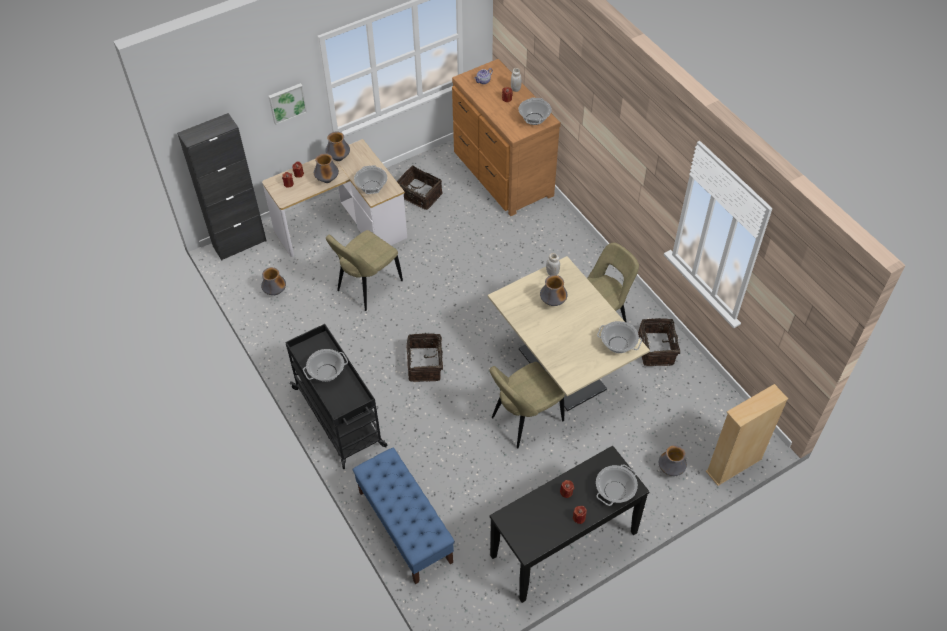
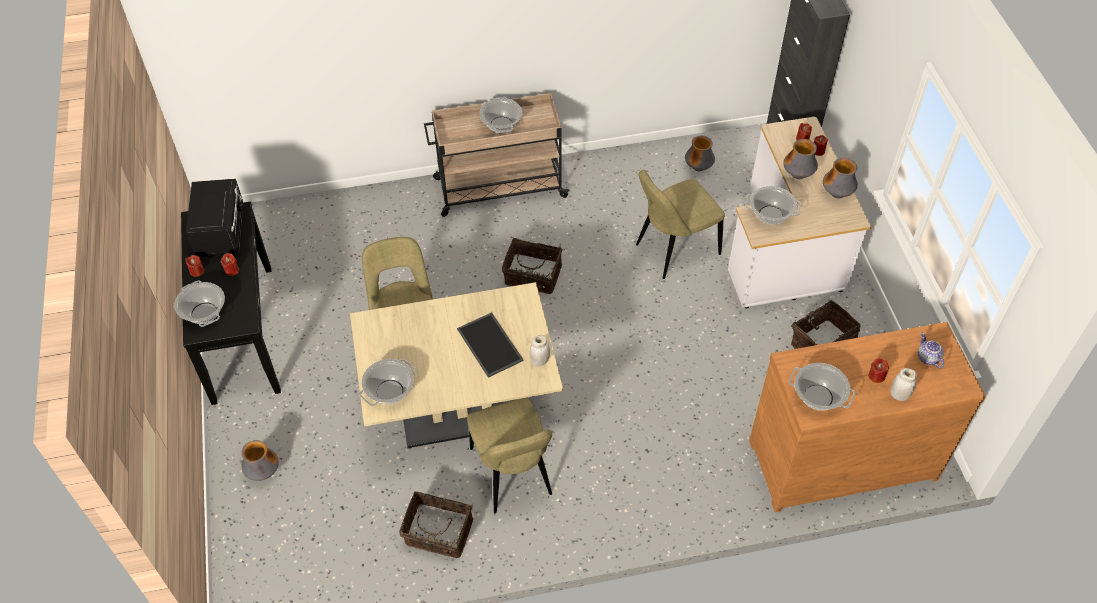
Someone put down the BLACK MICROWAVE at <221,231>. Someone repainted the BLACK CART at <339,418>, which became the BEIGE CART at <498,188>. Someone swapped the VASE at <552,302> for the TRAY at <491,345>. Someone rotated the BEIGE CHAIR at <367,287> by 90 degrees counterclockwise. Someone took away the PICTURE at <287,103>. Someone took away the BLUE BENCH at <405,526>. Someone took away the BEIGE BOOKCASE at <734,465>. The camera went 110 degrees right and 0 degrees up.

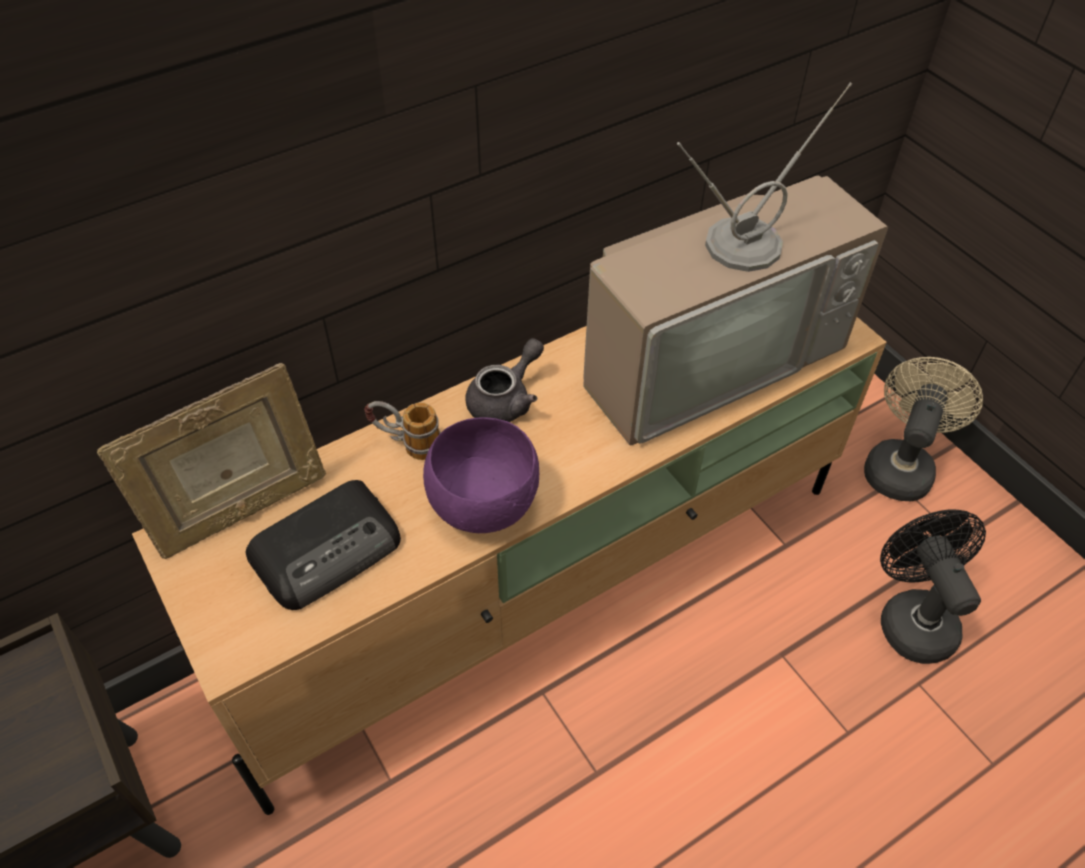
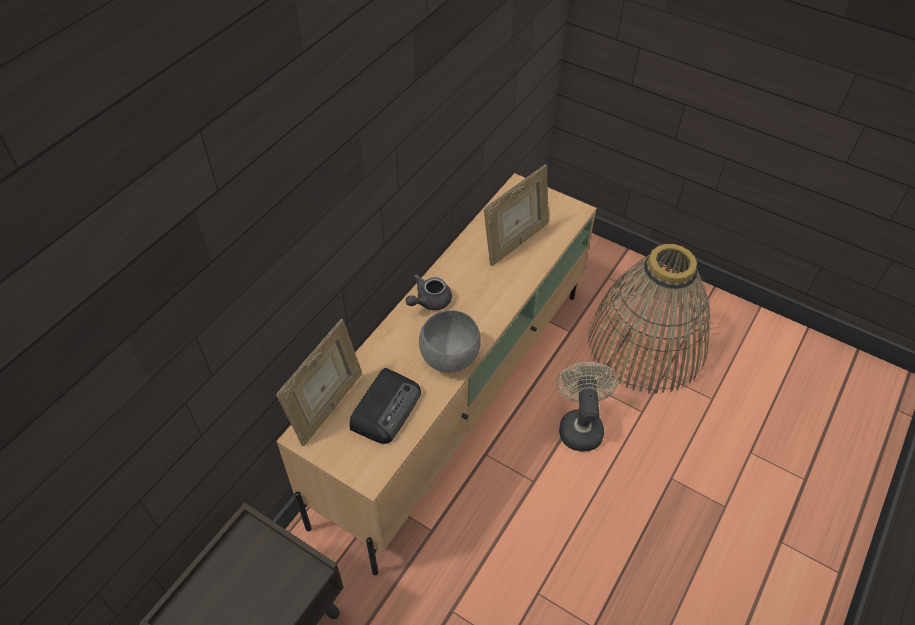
Someone rotated the GREY TEAPOT at <506,399> by 150 degrees counterclockwise. Someone repainted the PURPLE BOWL at <485,503>, which became the GREY BOWL at <450,356>. Someone swapped the TELEVISION at <707,354> for the PICTURE FRAME at <515,243>. Someone carried the BEIGE FAN from <900,465> to <580,425>. Someone swapped the BLACK FAN at <911,617> for the BASKET at <646,344>. Someone took away the MUG at <406,444>. The camera went 25 degrees left and 0 degrees up.

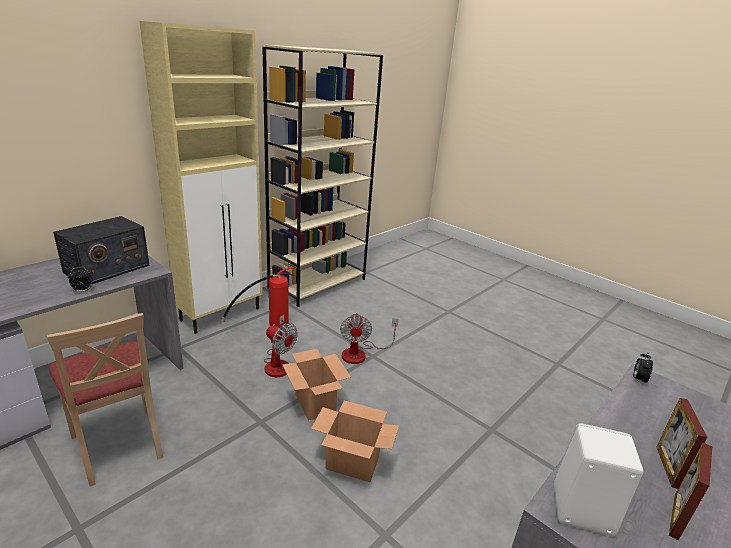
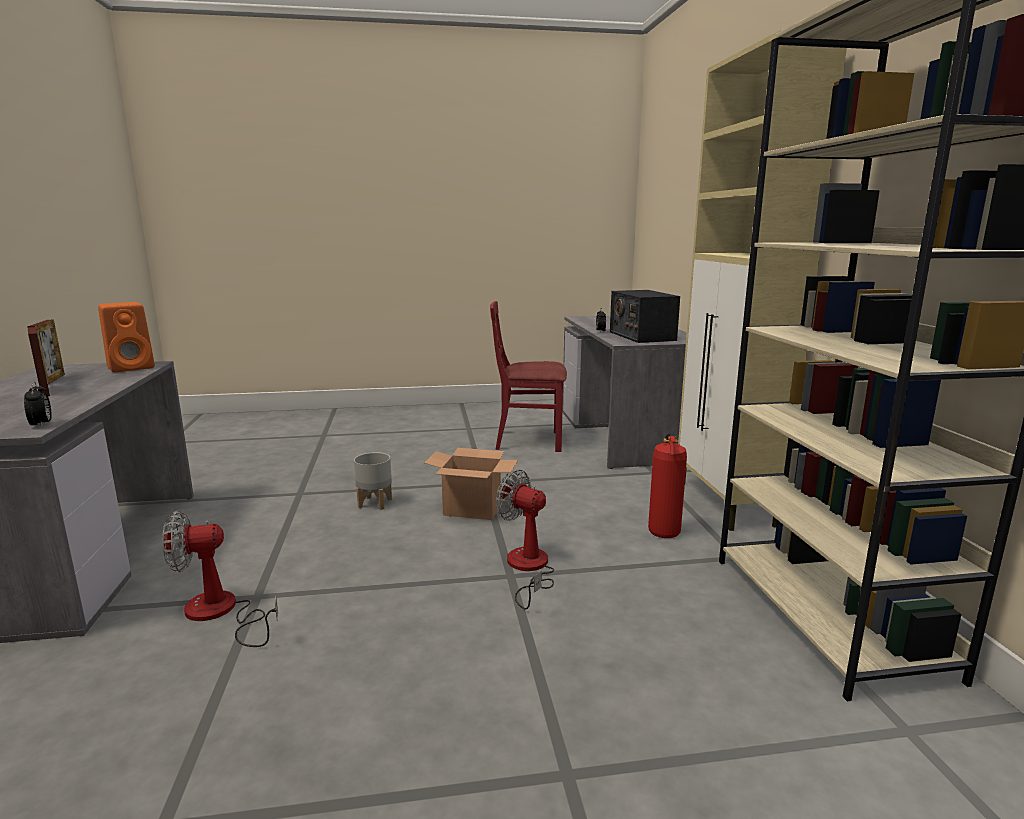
Someone repainted the WHITE SPEAKER at <579,509>, which became the ORANGE SPEAKER at <133,367>. Someone carried the FAN from <278,363> to <221,613>. Someone swapped the CARDBOARD BOX at <351,463> for the GREY PLANTER at <375,503>. Someone repainted the BEIGE CHAIR at <118,444>, which became the RED CHAIR at <529,441>. The camera went 130 degrees right and 10 degrees down.

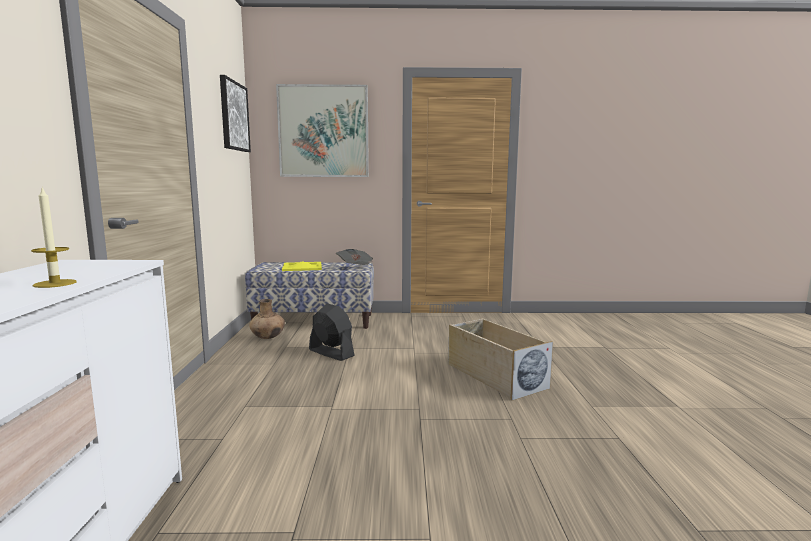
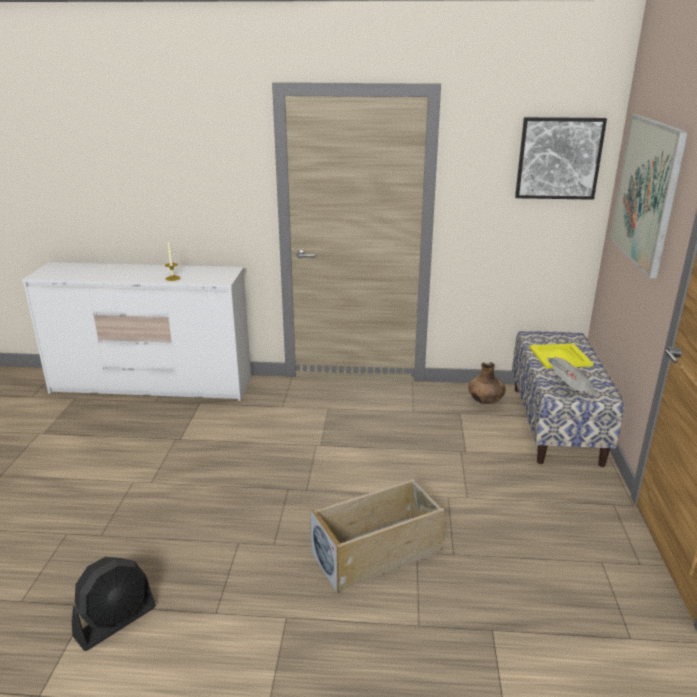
Someone carried the BLACK FAN from <331,353> to <116,621>. The camera went 95 degrees right and 15 degrees up.

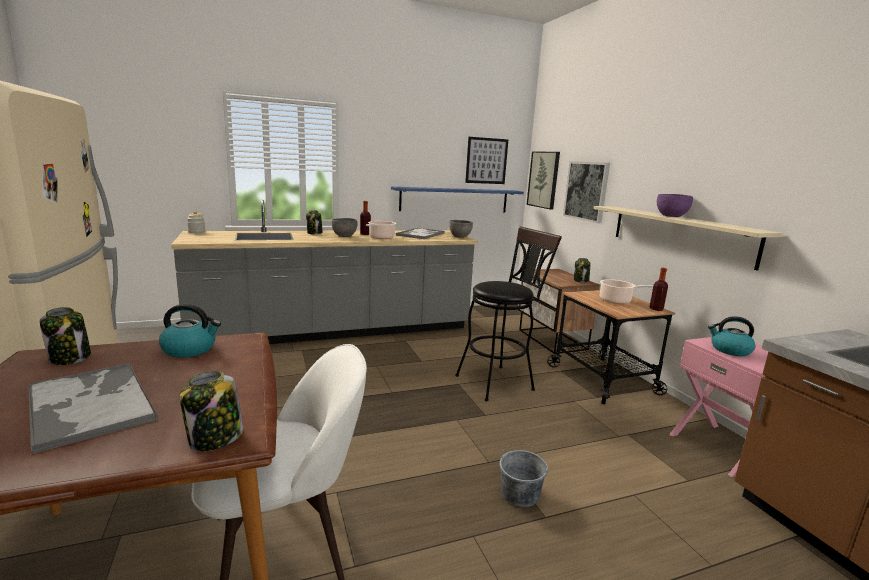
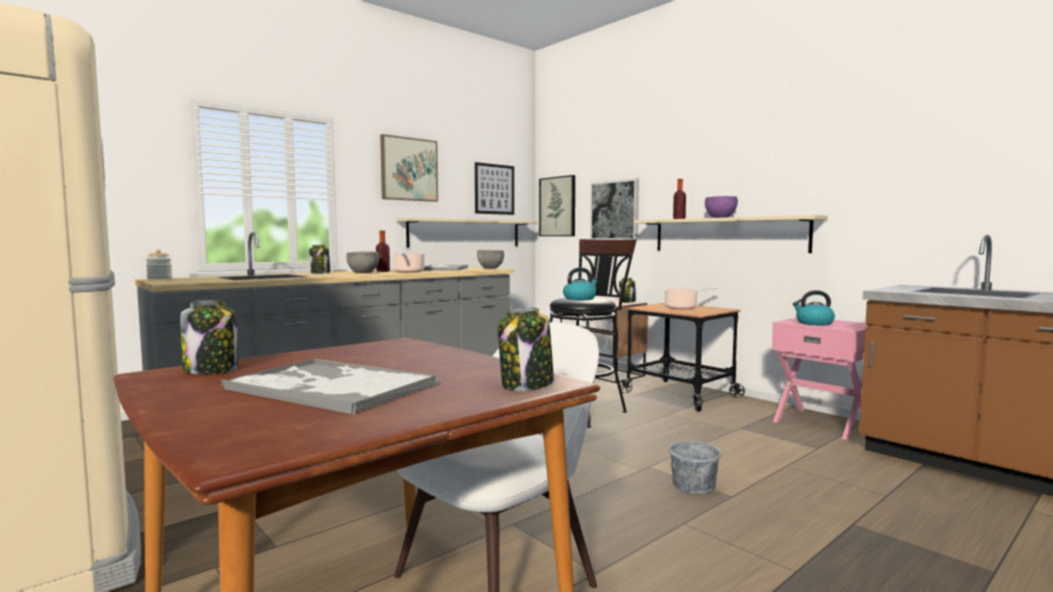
Someone put up the PICTURE at <409,169>. Someone repainted the BLUE SHELF at <454,200>, which became the BEIGE SHELF at <465,233>. Someone carried the KETTLE from <190,349> to <580,299>. Someone carried the BOTTLE from <656,309> to <679,219>. The camera went 20 degrees left and 10 degrees down.

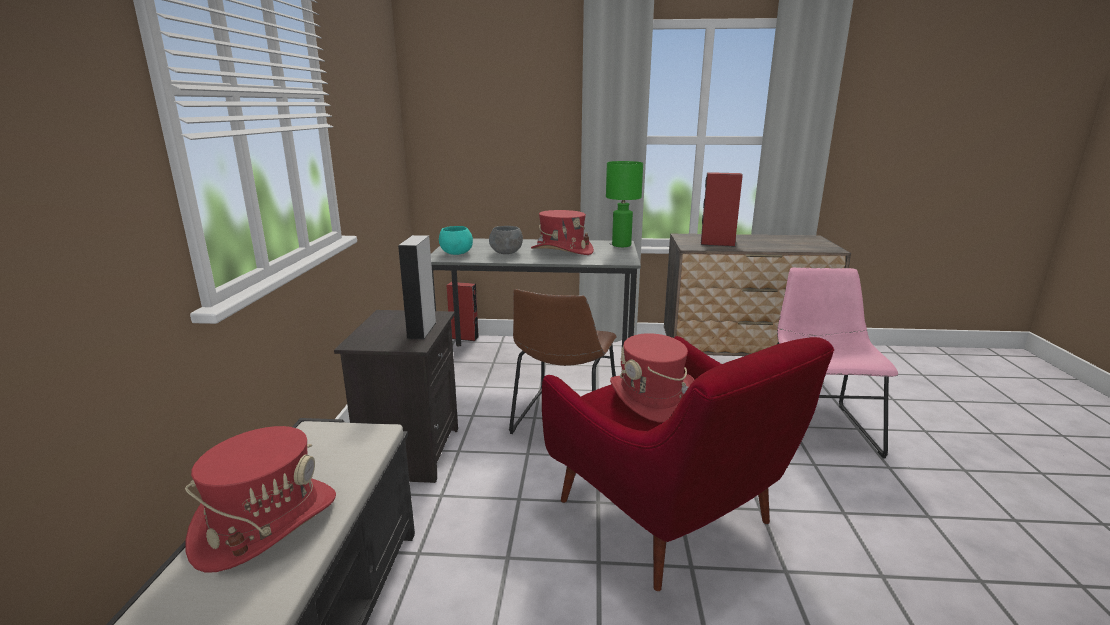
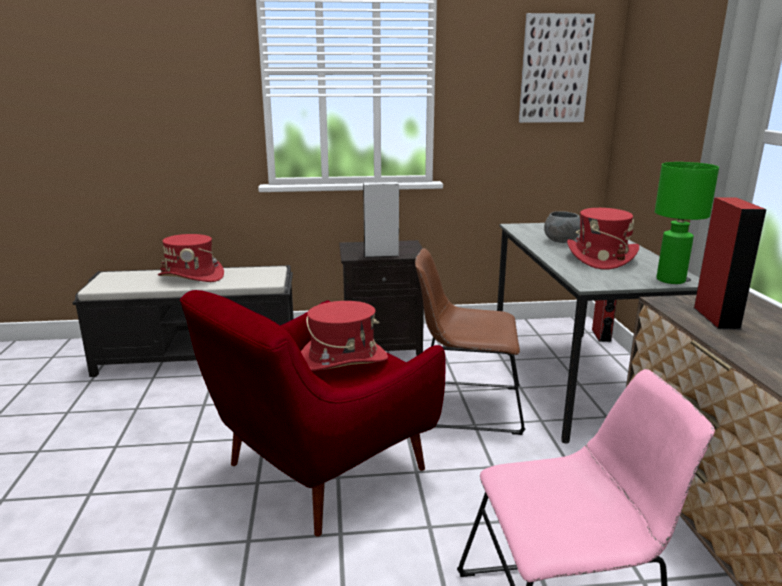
Someone put up the PICTURE at <555,69>. Someone took away the TURQUOISE BOWL at <456,253>. The camera went 80 degrees right and 0 degrees up.

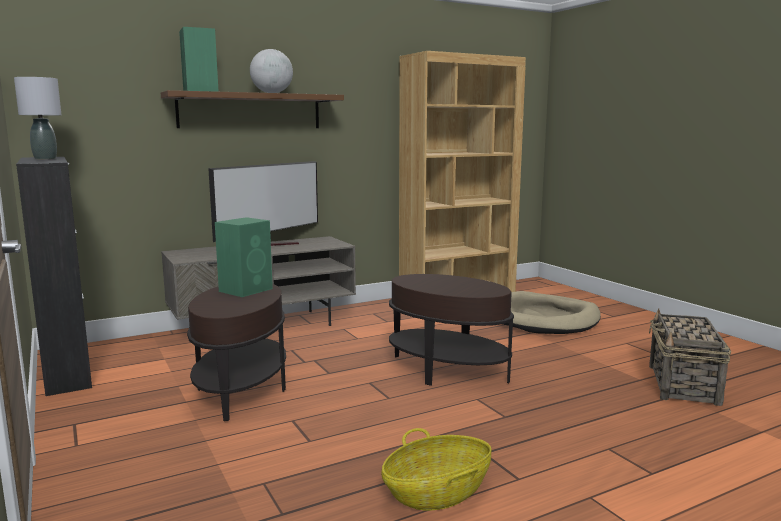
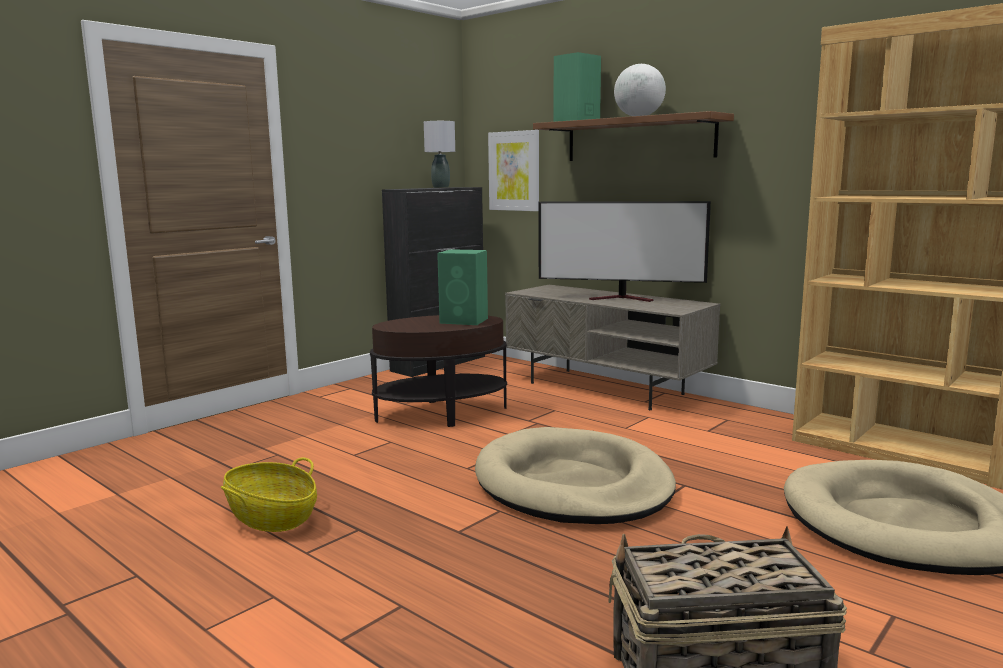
Someone swapped the BROWN SIDE TABLE at <447,371> for the BEIGE DOG BED at <573,484>. Someone put up the PICTURE at <514,171>. The camera went 70 degrees right and 0 degrees up.

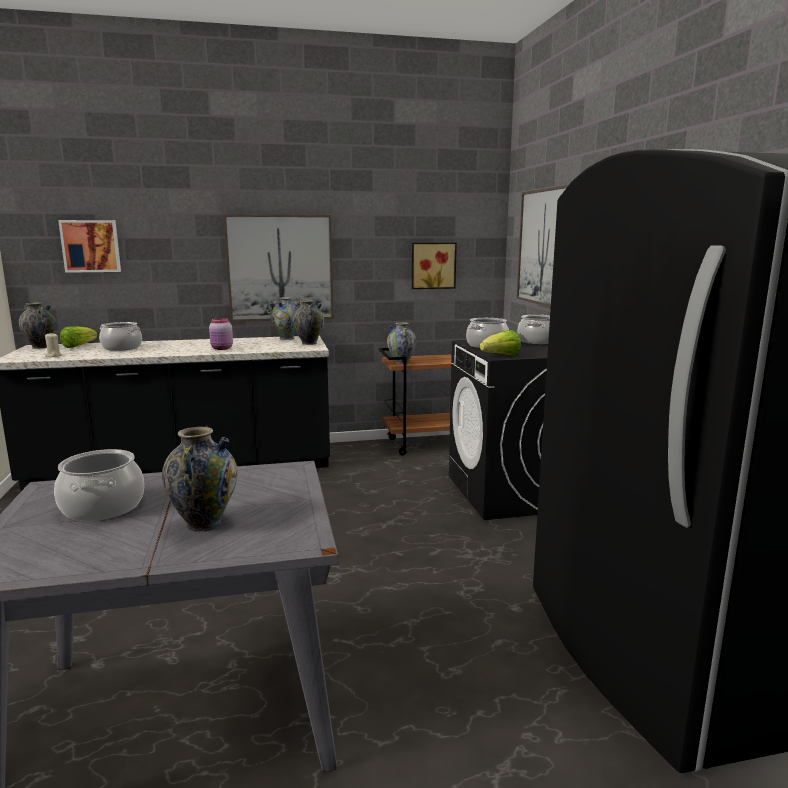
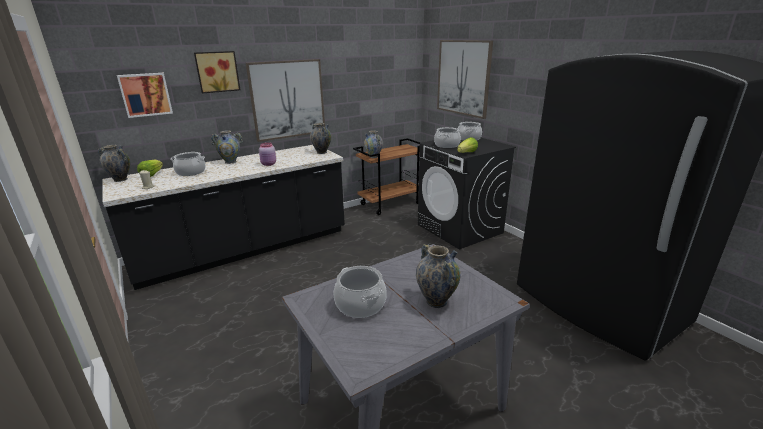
Someone carried the PICTURE from <433,265> to <217,71>. Someone carried the VASE from <286,338> to <230,162>. The camera went 20 degrees left and 10 degrees up.

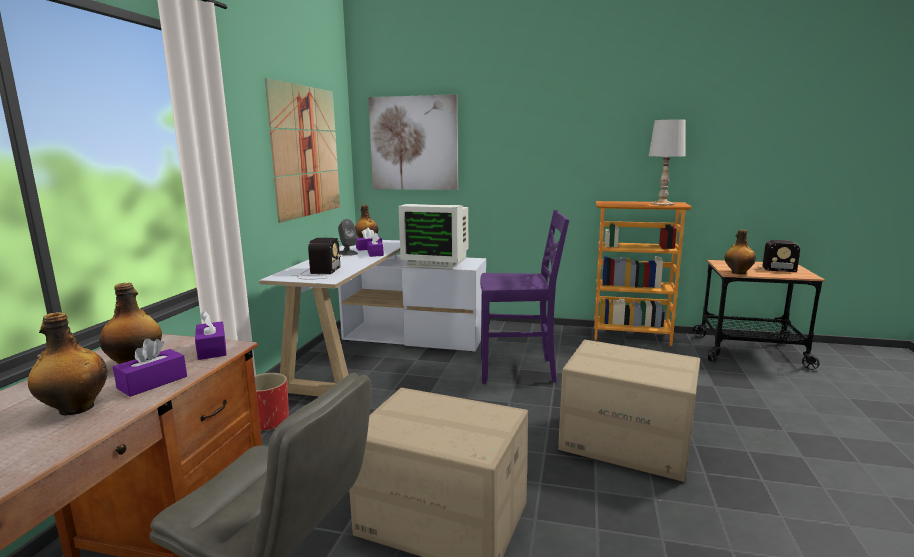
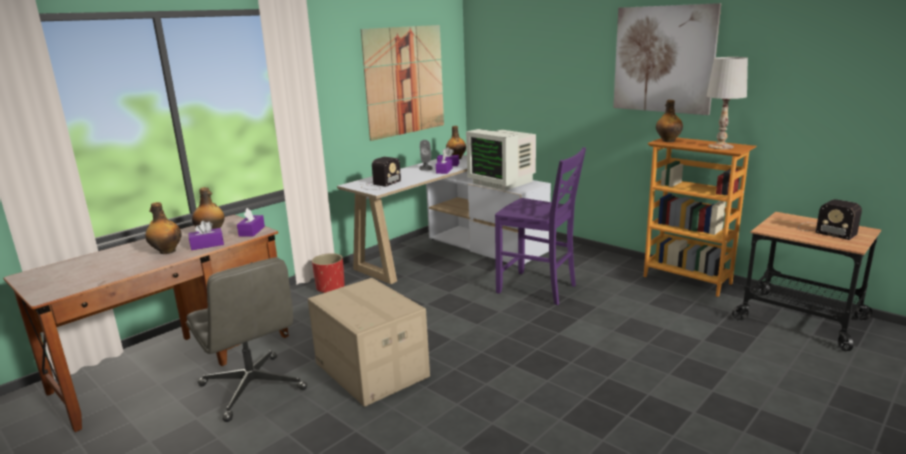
Someone carried the PICTURE from <413,143> to <663,59>. Someone carried the BOTTLE from <738,272> to <668,141>. Someone took away the CARDBOARD BOX at <626,442>. The camera went 30 degrees right and 5 degrees up.

